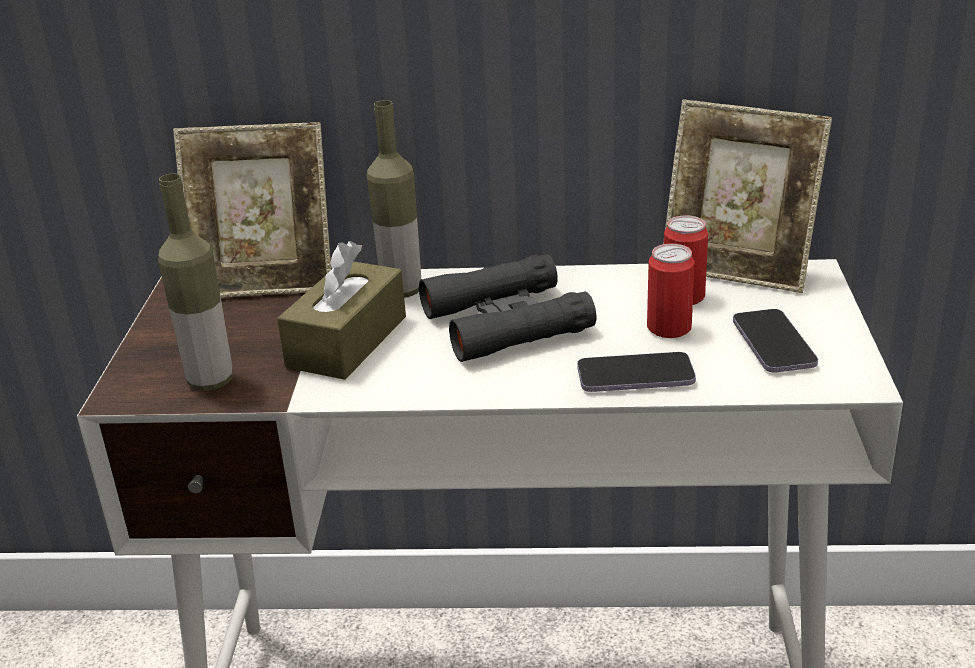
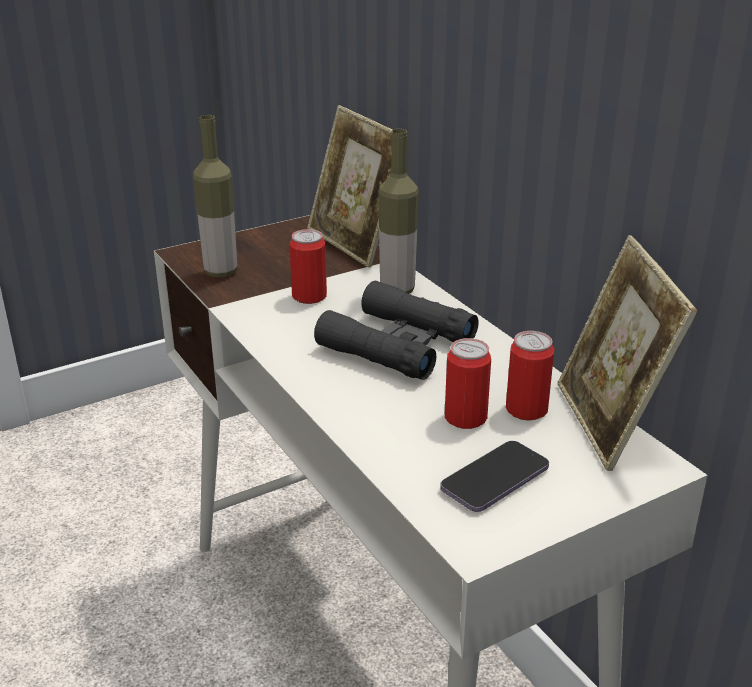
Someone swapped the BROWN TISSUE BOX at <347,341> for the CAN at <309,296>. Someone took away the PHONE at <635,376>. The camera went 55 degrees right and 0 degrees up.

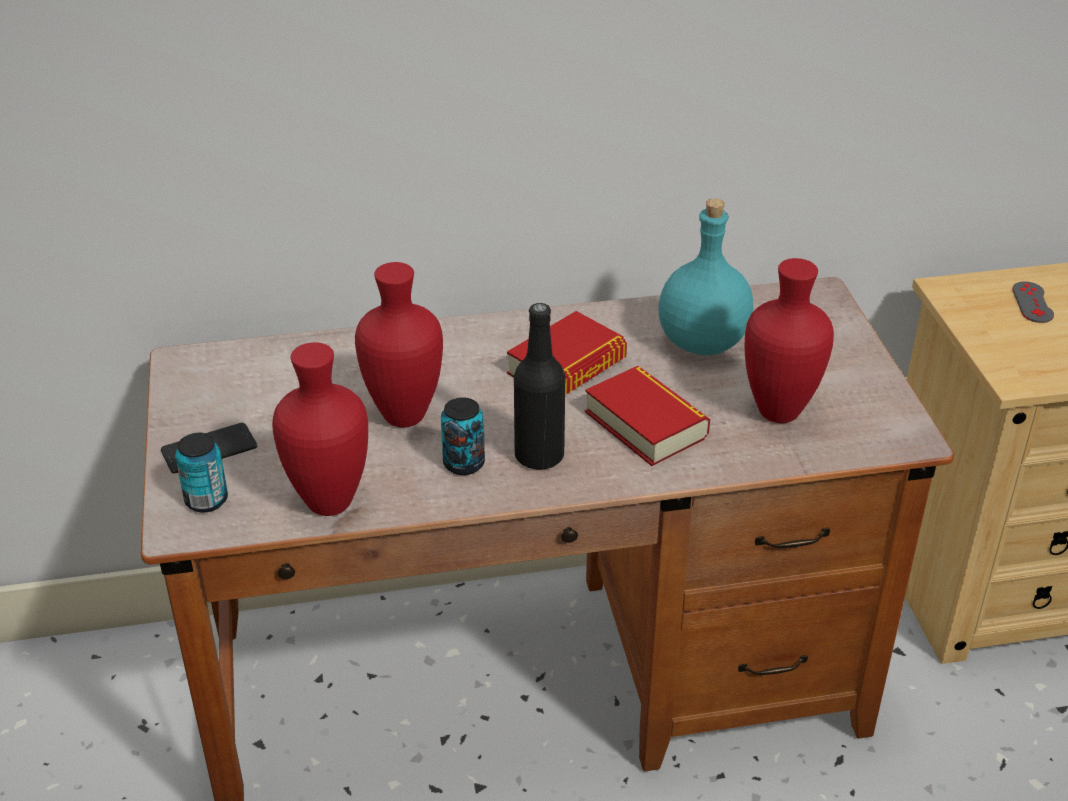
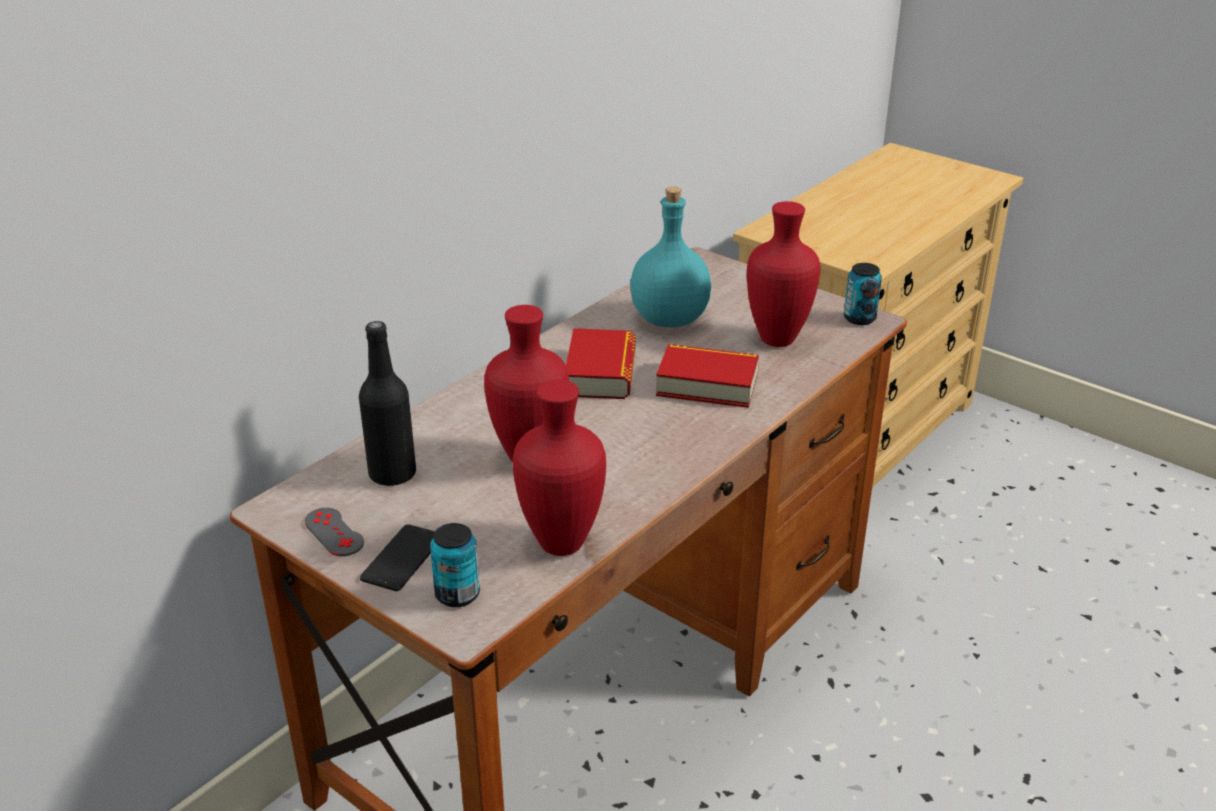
Someone carried the GREY GAME CONTROLLER from <1032,302> to <334,532>. Someone carried the BLACK BOTTLE from <539,456> to <392,474>. Someone carried the CAN from <464,464> to <859,318>. The camera went 40 degrees left and 5 degrees down.

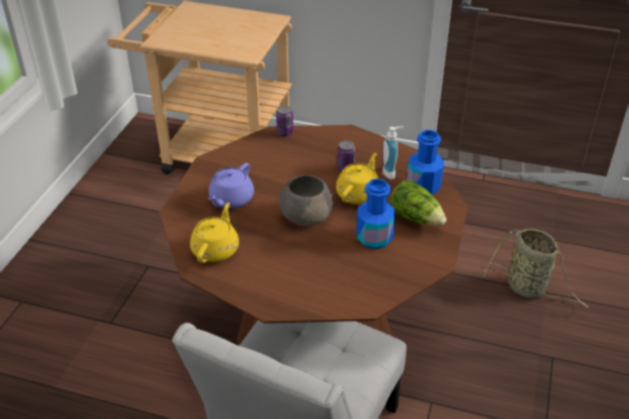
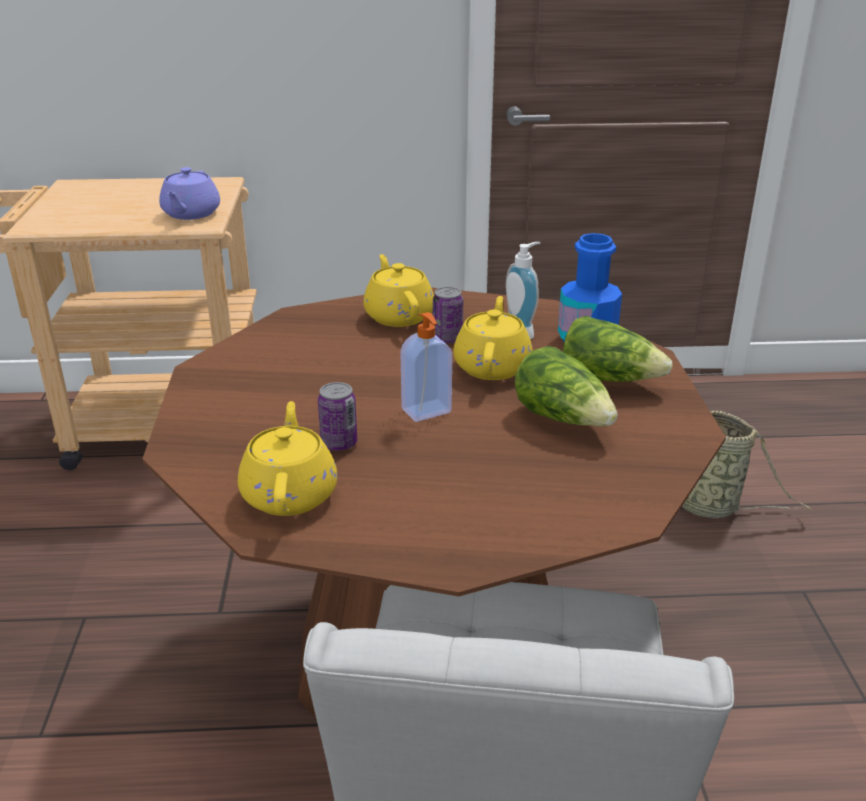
Someone carried the PURPLE TEAPOT from <231,199> to <190,214>. Someone carried the CAN from <285,132> to <339,443>. Someone put down the YELLOW TEAPOT at <398,315>. Someone swapped the GREY BOWL at <306,216> for the SOAP DISPENSER at <427,411>. Someone swapped the BLUE BOTTLE at <374,237> for the LETTUCE at <563,418>. The camera went 20 degrees left and 10 degrees down.

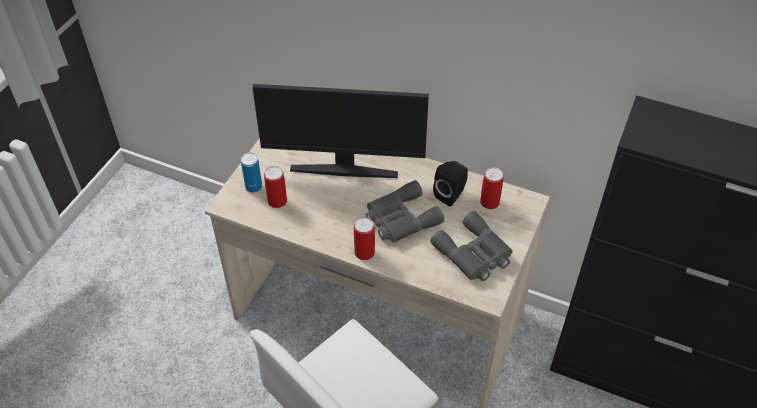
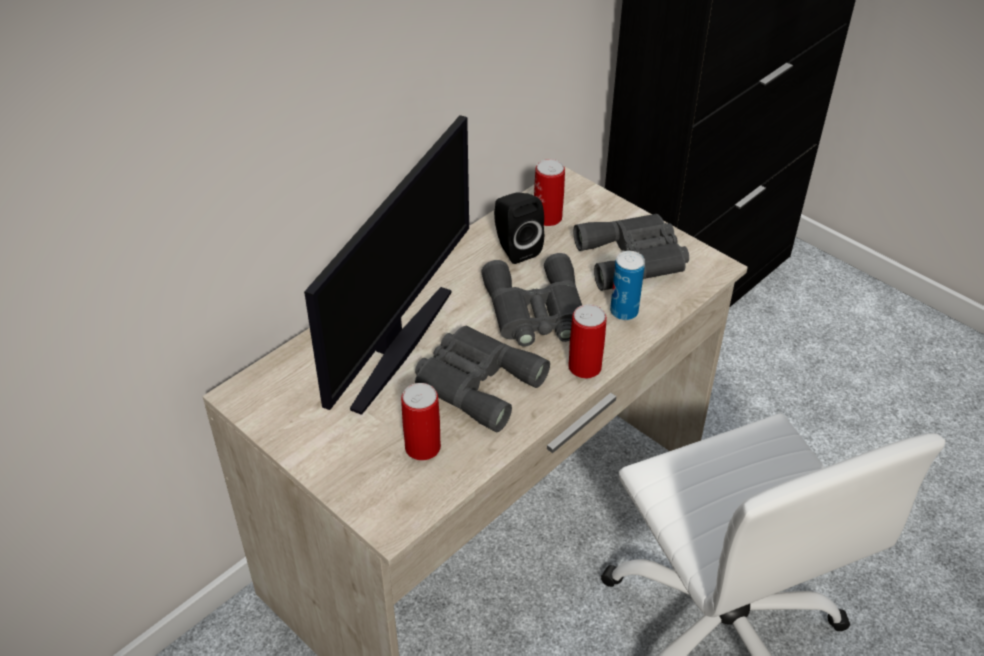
Someone put down the GREY BINOCULARS at <475,381>. Someone carried the CAN from <254,187> to <624,312>. The camera went 70 degrees left and 5 degrees down.

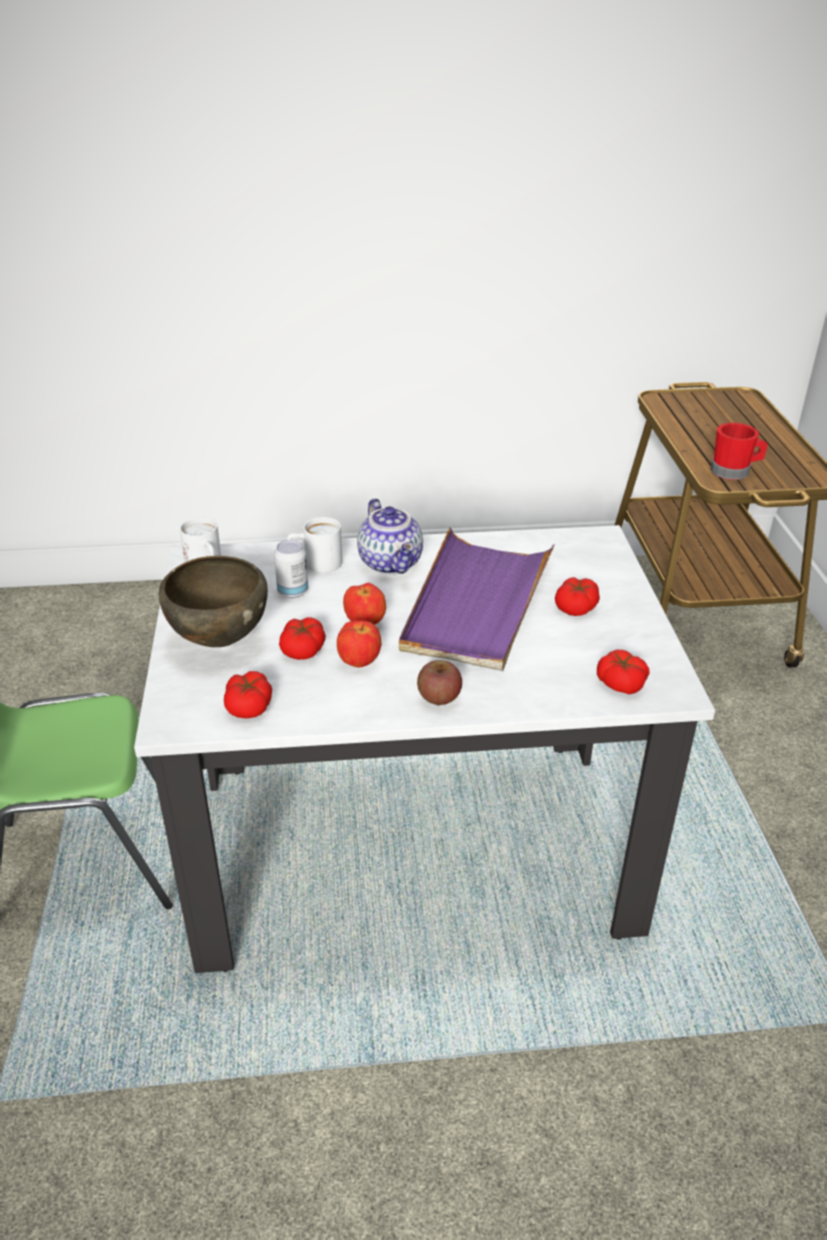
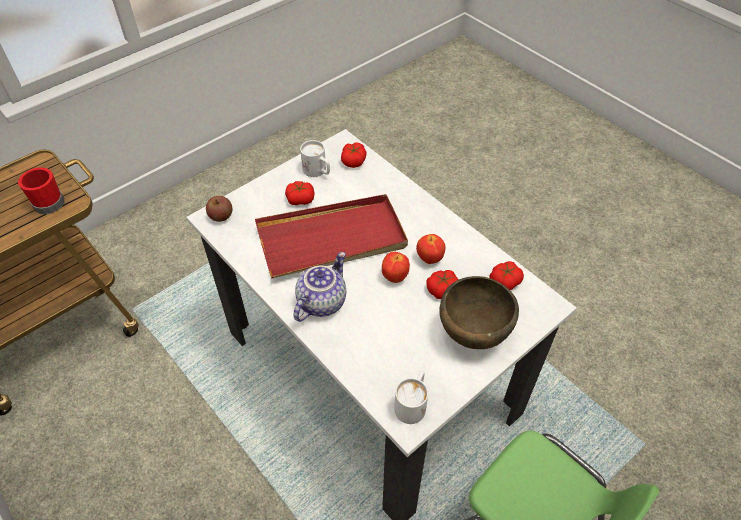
Someone carried the APPLE from <439,697> to <221,216>. Someone repainted the PURPLE TRAY at <476,604>, which became the RED TRAY at <332,239>. Someone carried the WHITE MUG from <315,564> to <318,171>. Someone took away the CAN at <293,592>. The camera went 125 degrees left and 15 degrees up.

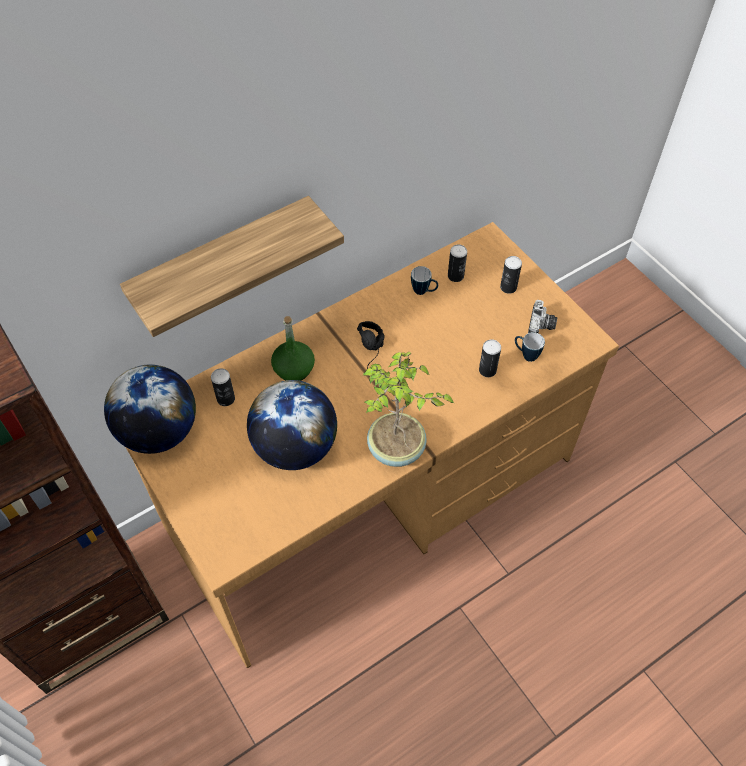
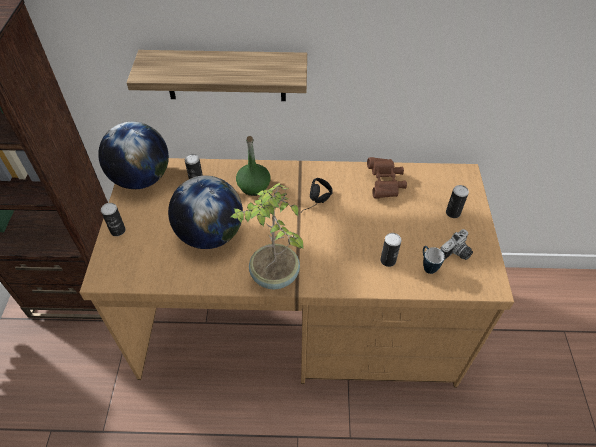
Someone carried the CAN from <455,276> to <118,230>. Someone swapped the MUG at <423,291> for the BROWN BINOCULARS at <385,184>. The camera went 35 degrees right and 5 degrees down.

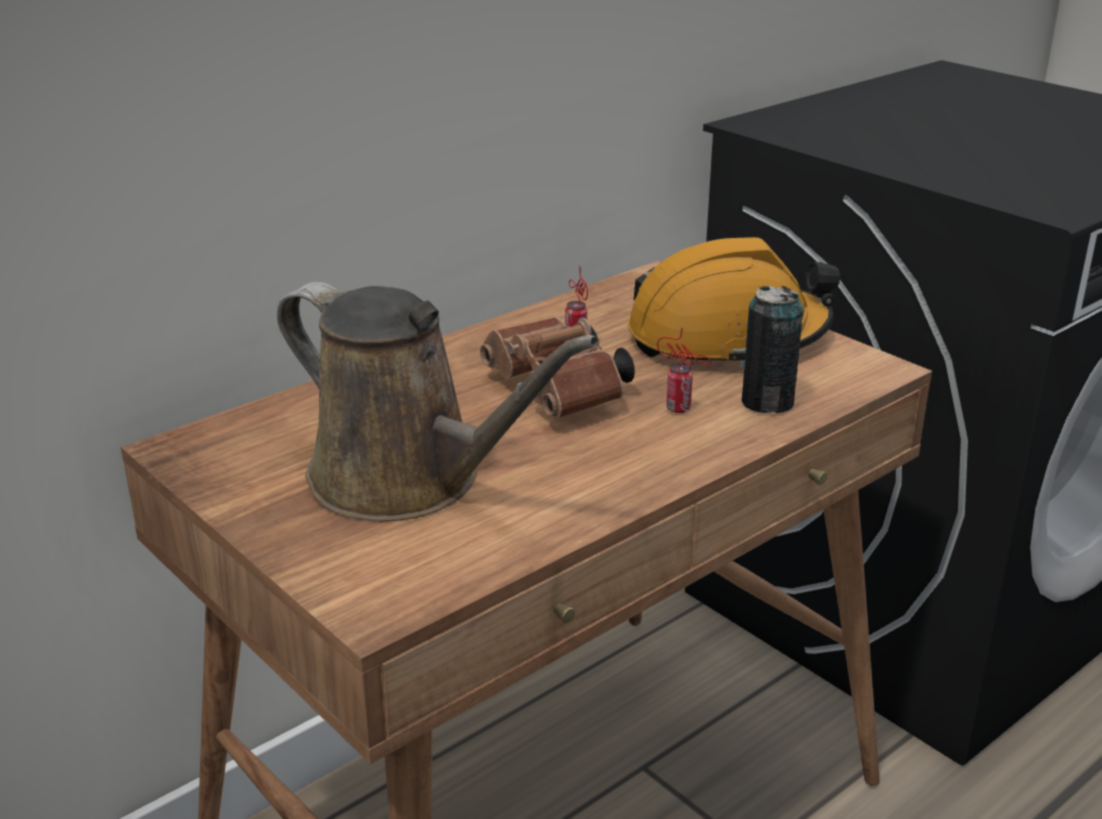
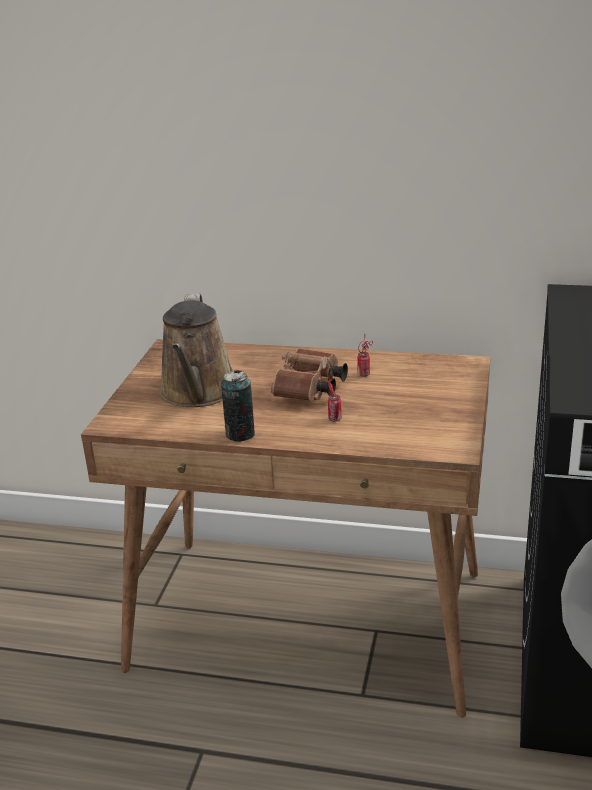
Someone carried the CAN from <767,402> to <240,434>. Someone took away the ORANGE HARD HAT at <727,337>. The camera went 55 degrees right and 0 degrees up.

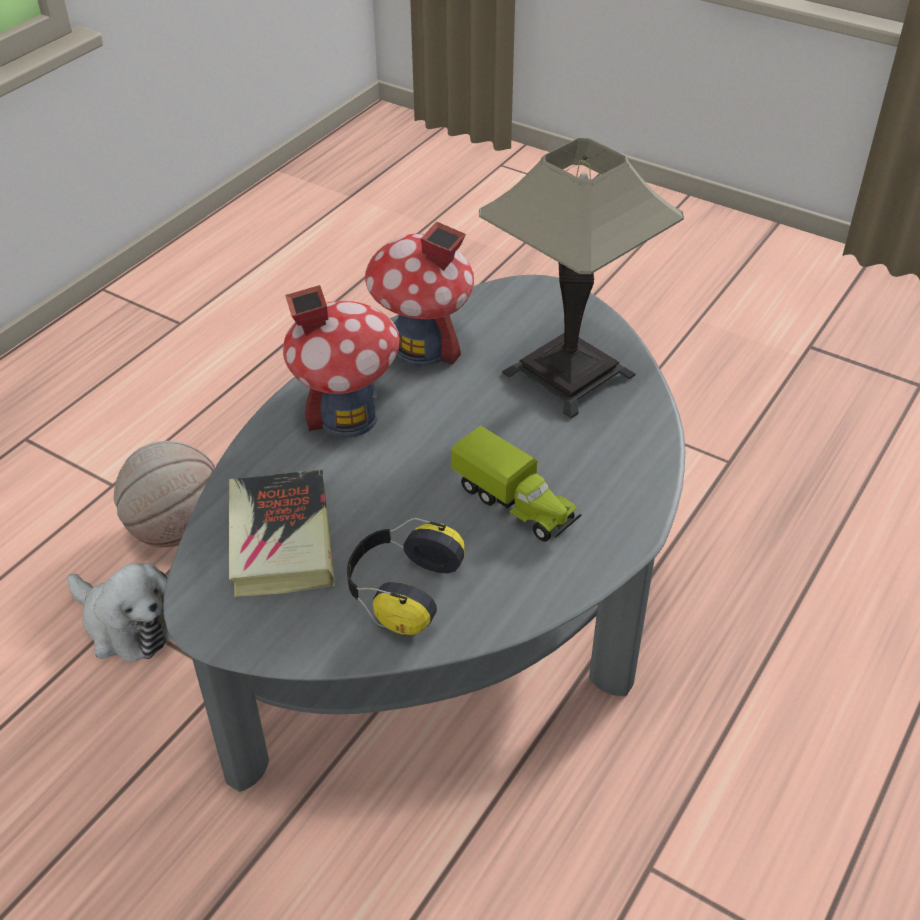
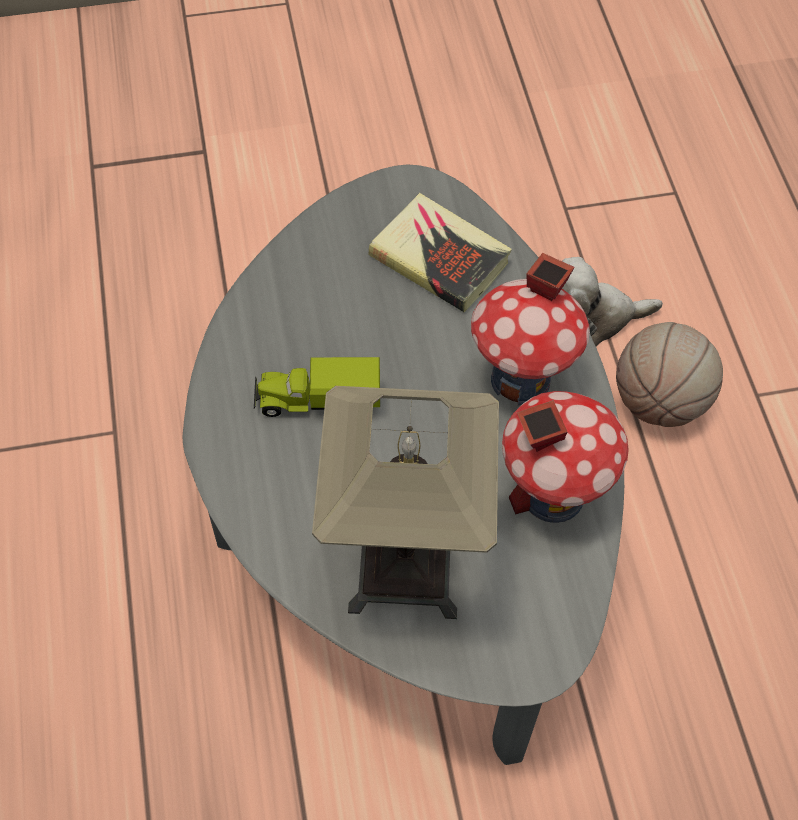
Someone took away the HEADPHONES at <401,589>. The camera went 135 degrees right and 15 degrees up.

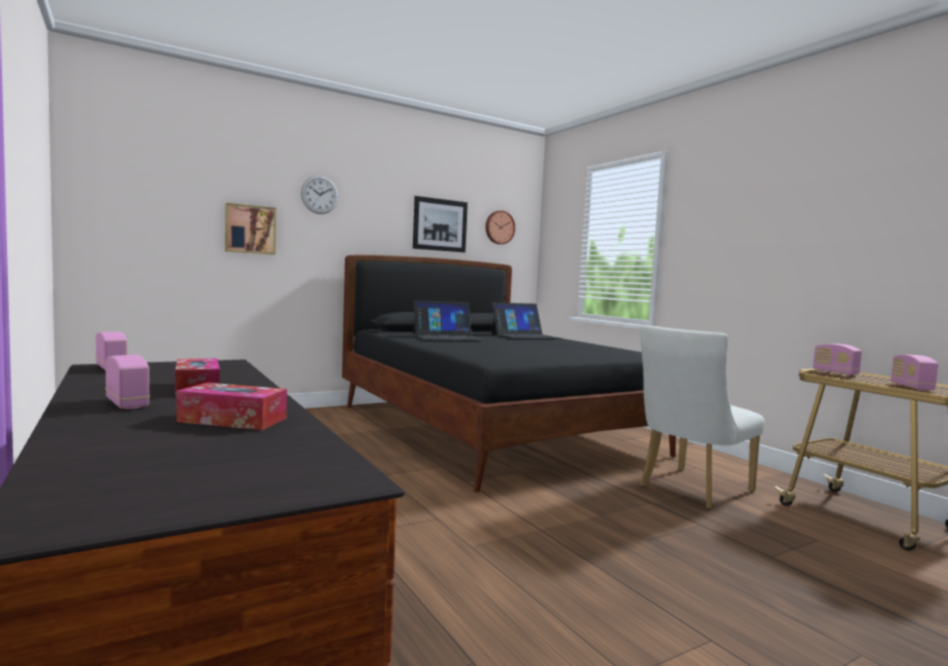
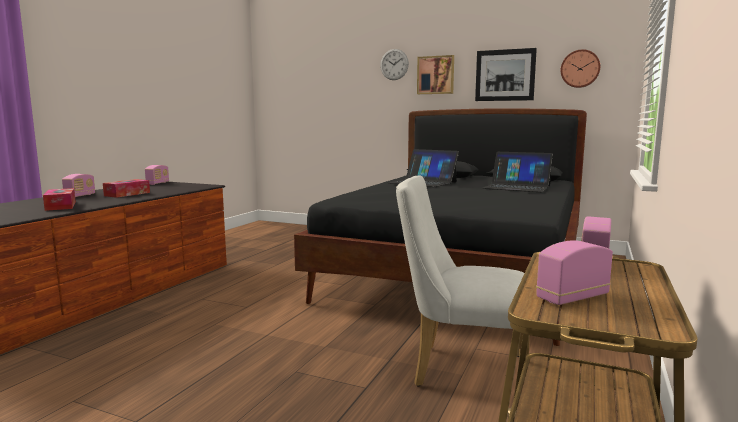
Someone carried the PICTURE from <250,229> to <435,75>. The camera went 55 degrees right and 5 degrees up.

